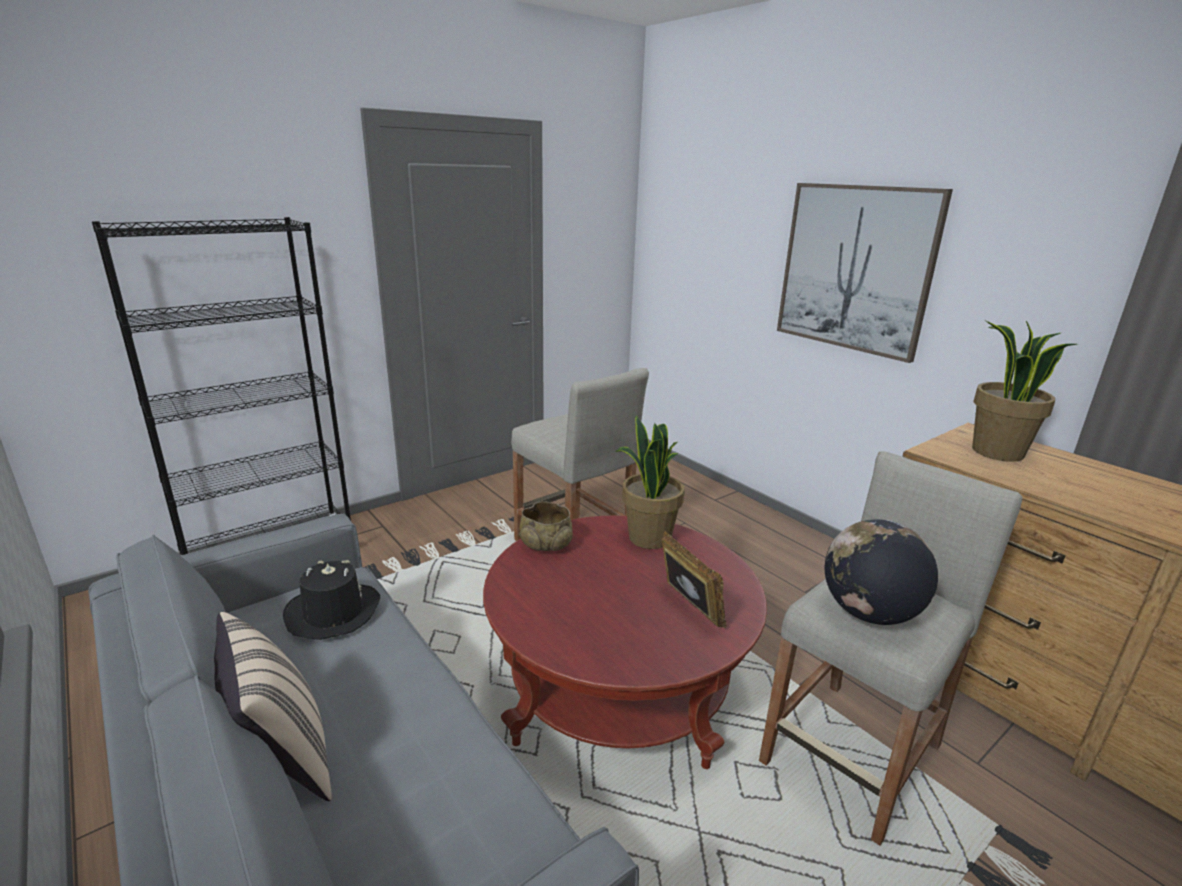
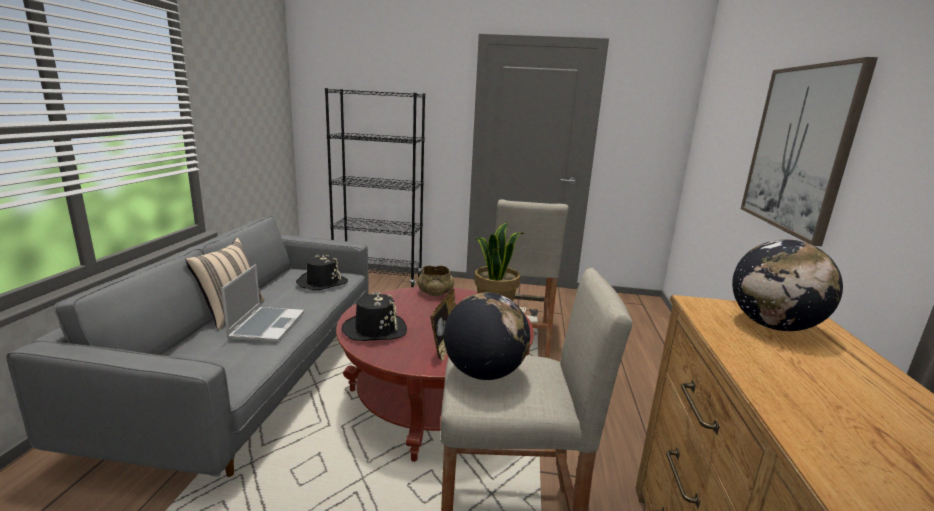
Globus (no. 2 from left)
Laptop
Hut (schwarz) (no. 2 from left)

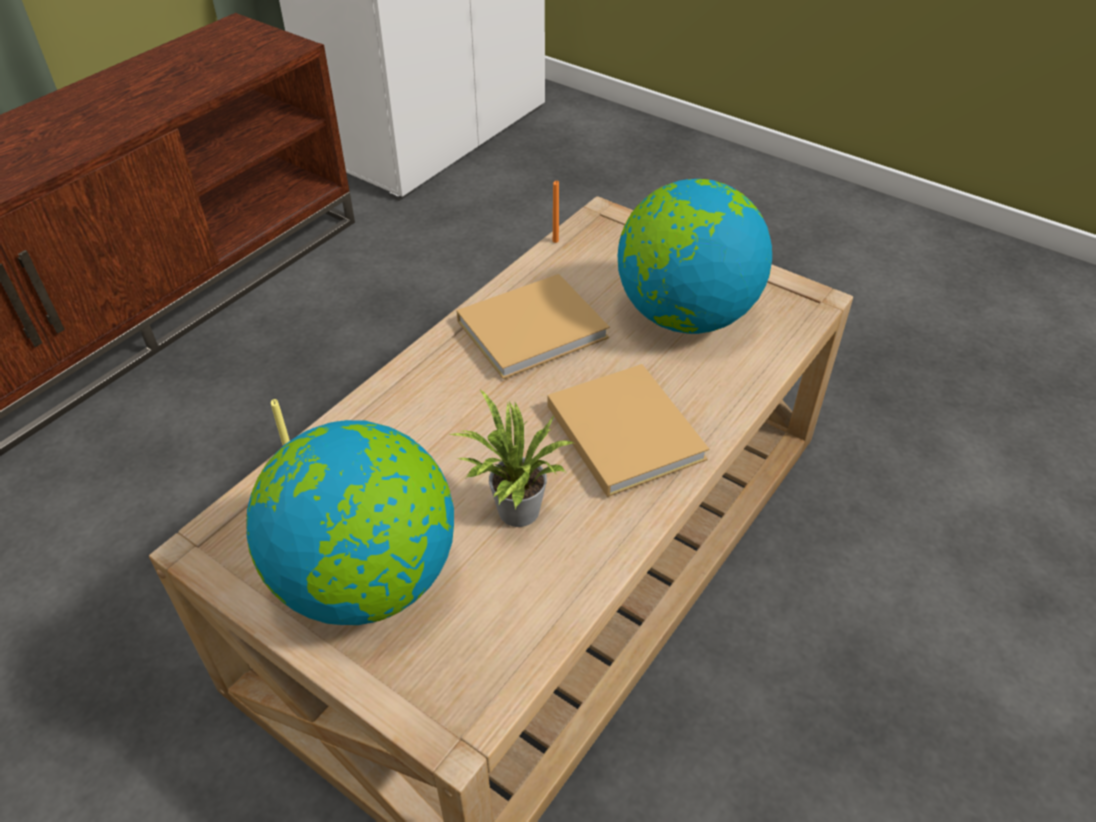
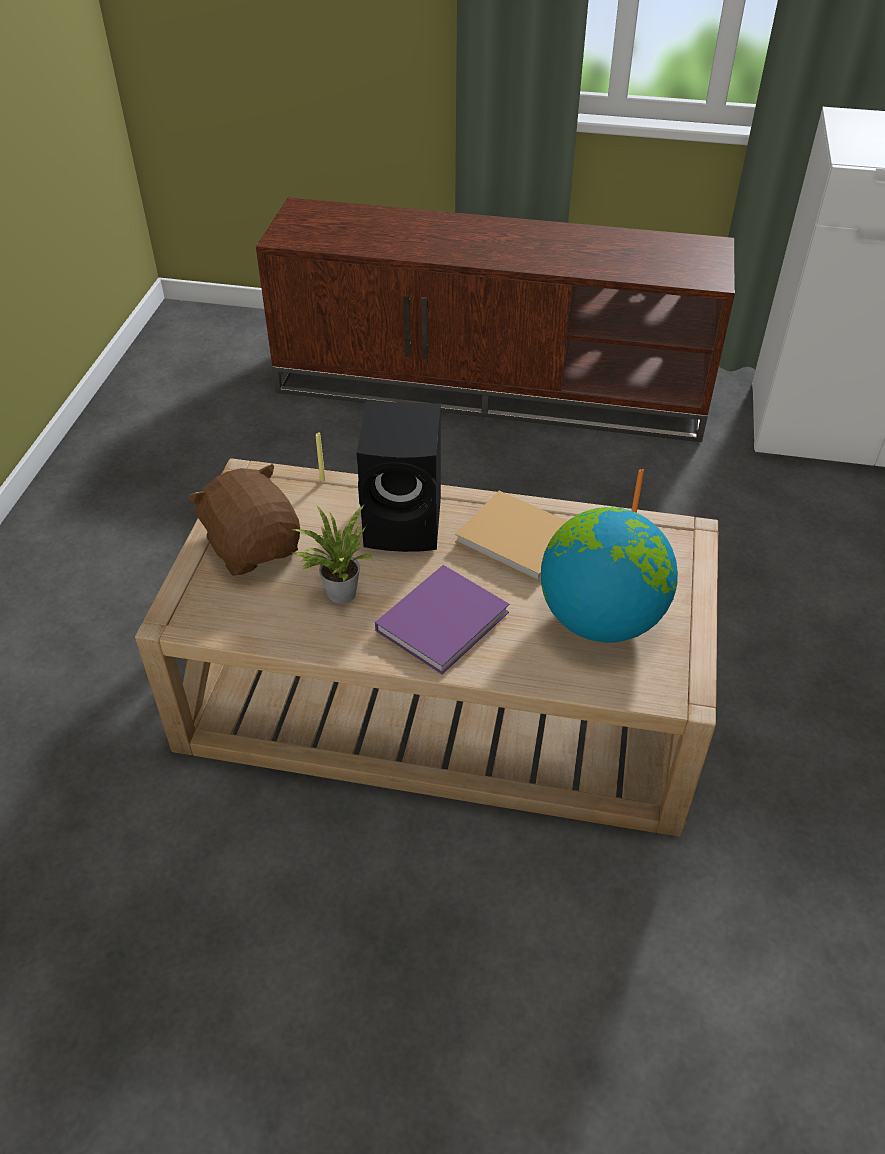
Buch (lila)
Plüschtier (braun)
Lautsprecher (schwarz)

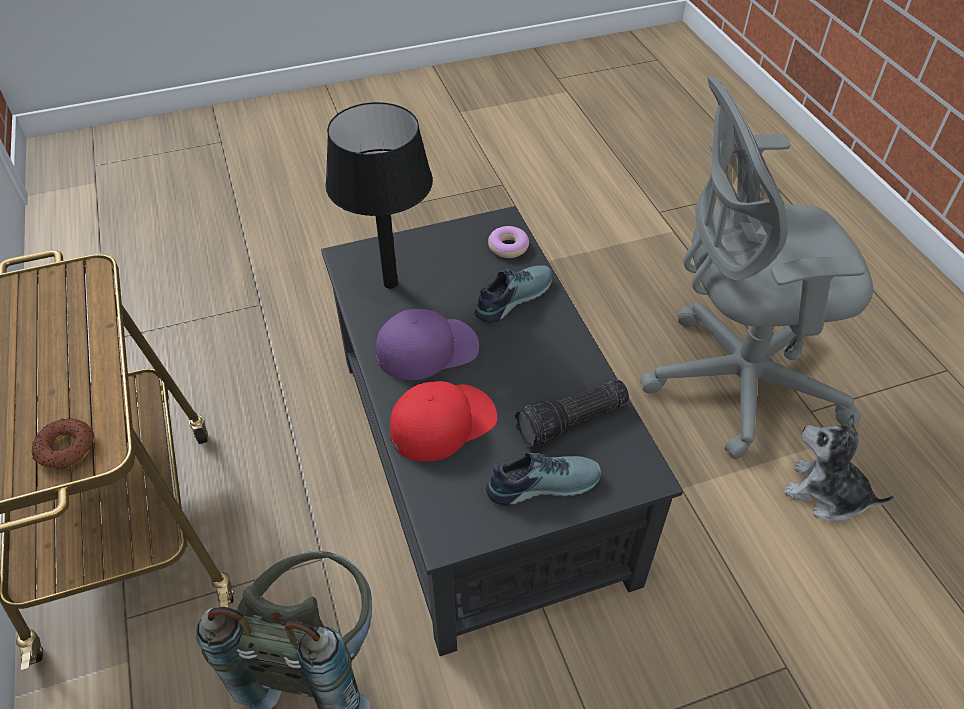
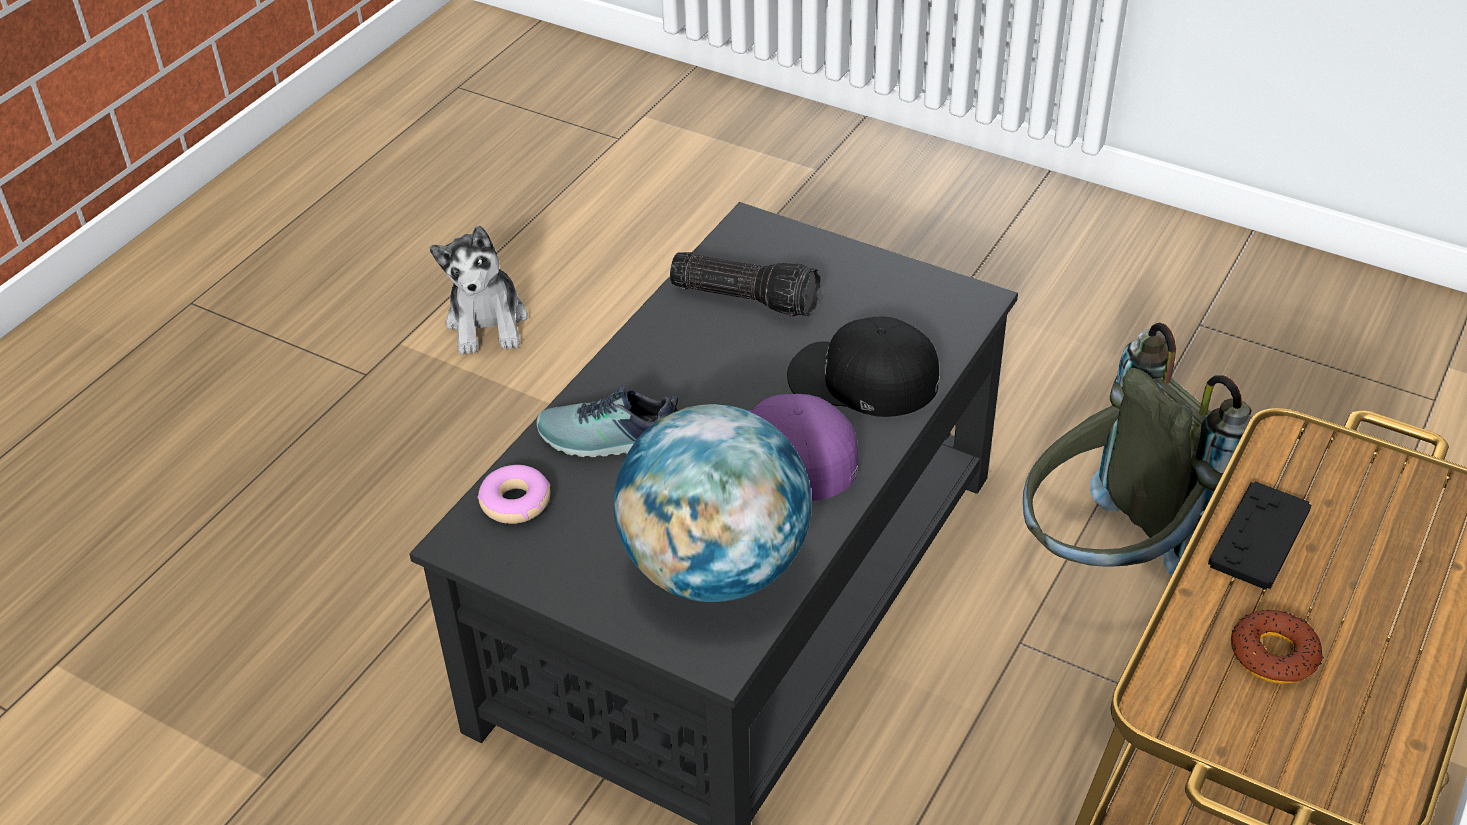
Bürostuhl (grau)
Globus
Kappe (schwarz)
Donut (no. 2 from left)
Schuh (no. 2 from left in the first image)
Gamepad (schwarz)

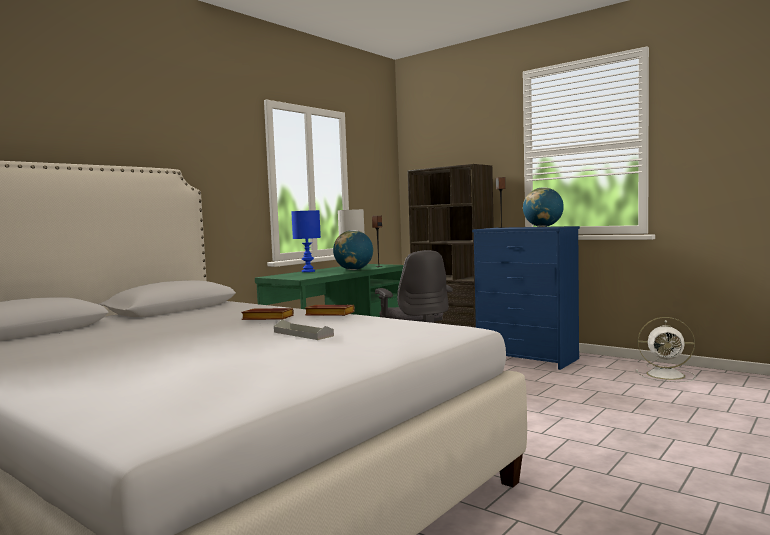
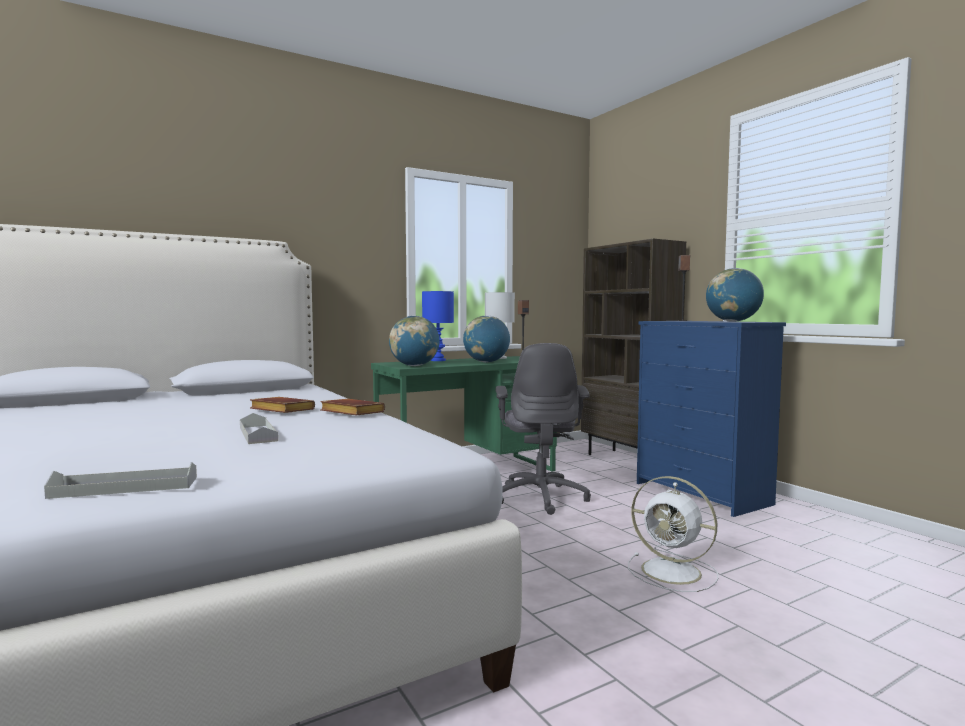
Ventilator (weiß)
Globus (no. 1 from left)
Tablett (grau) (no. 1 from left)

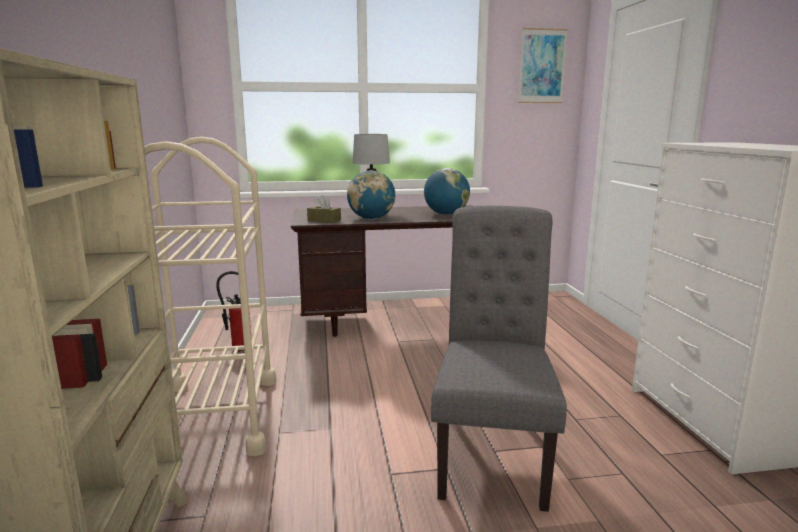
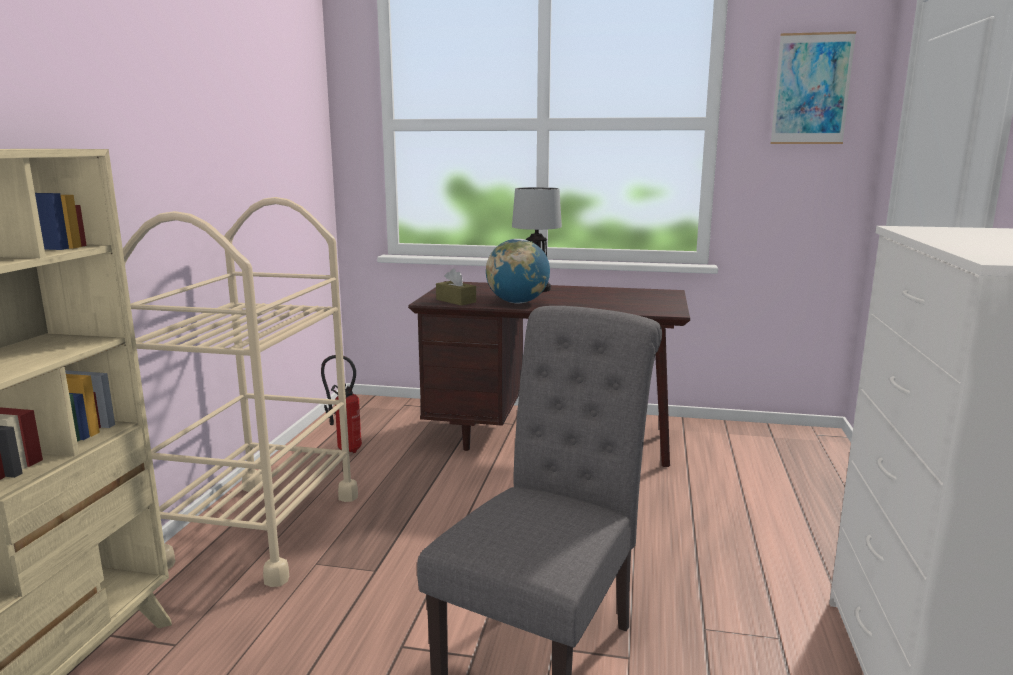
Globus (no. 2 from left in the first image)

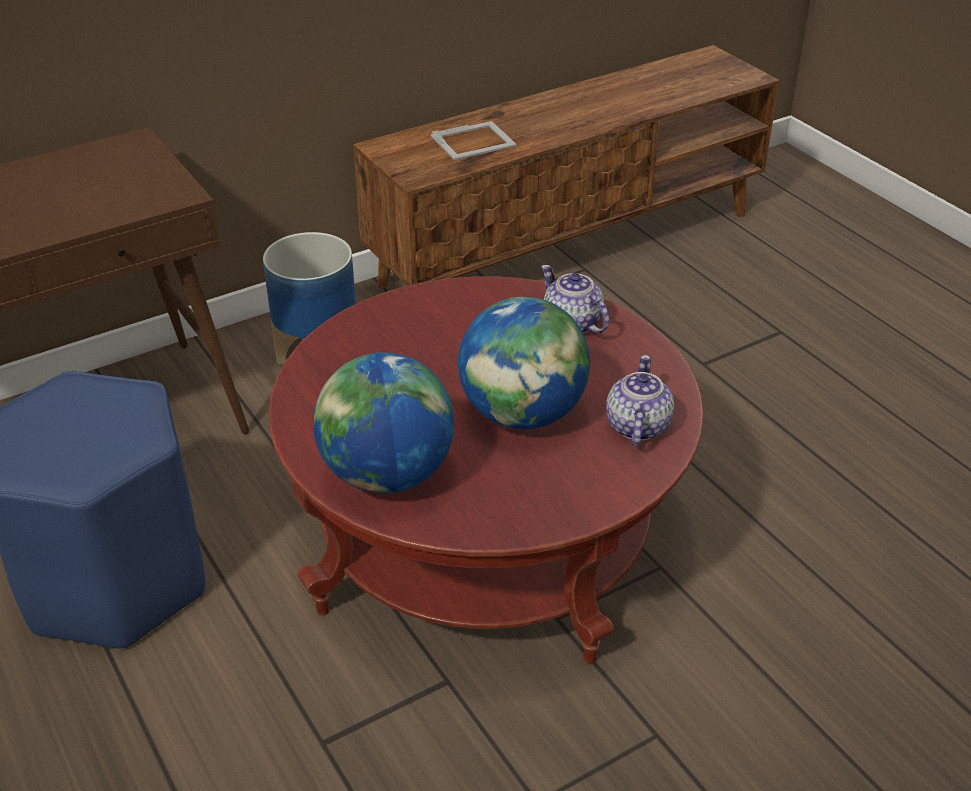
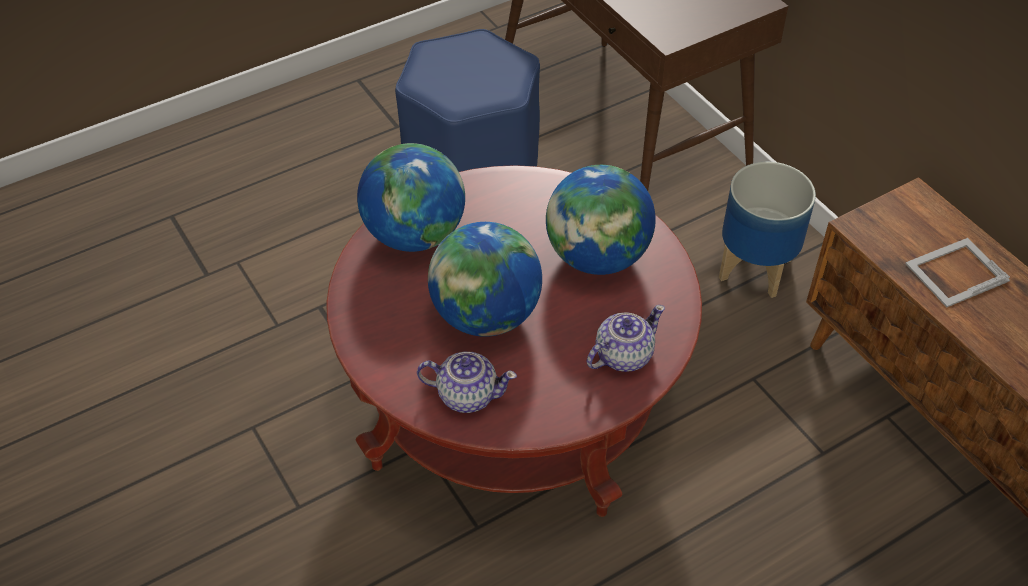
Bilderrahmen
Globus (no. 3 from left)

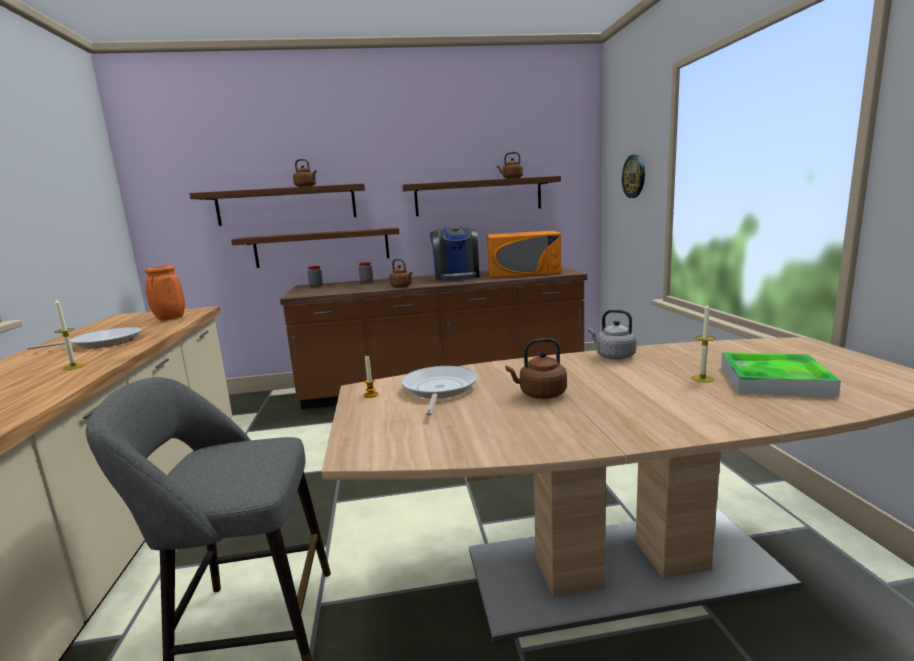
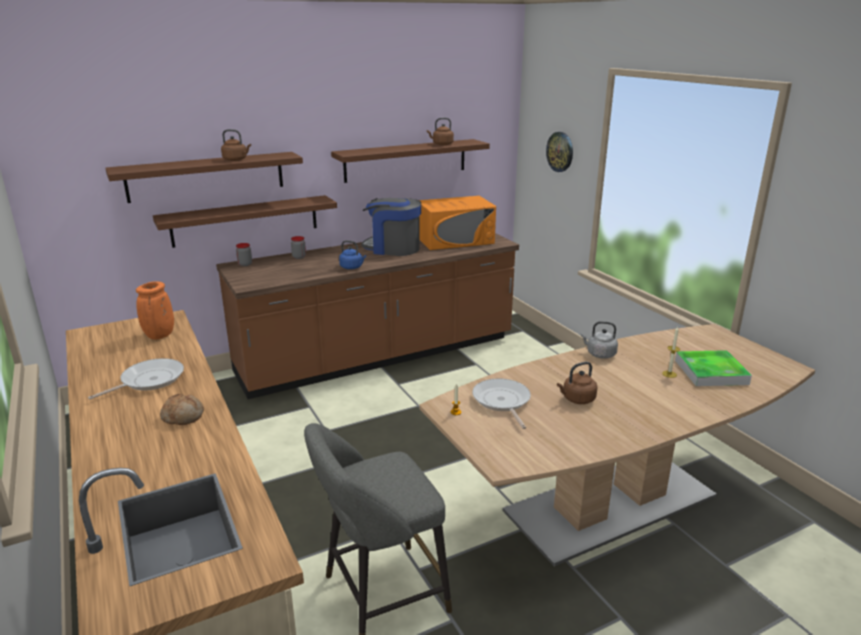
Kaffeemaschine
Wasserkessel (blau)
Brot

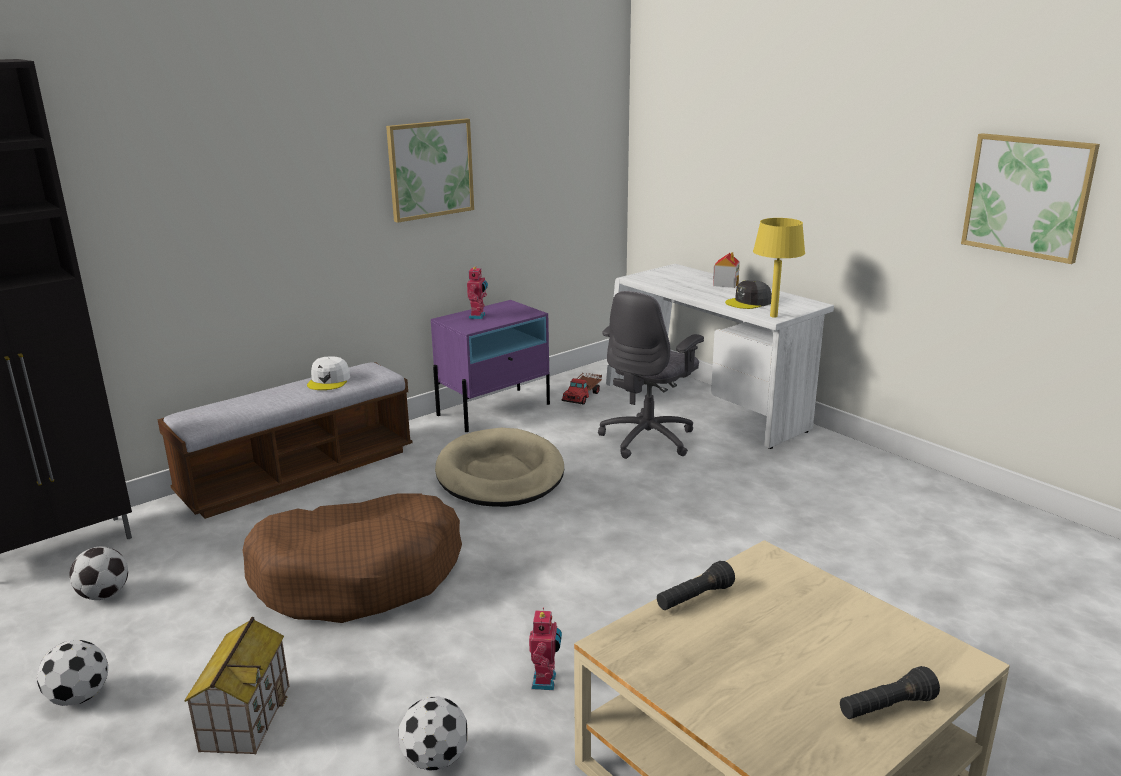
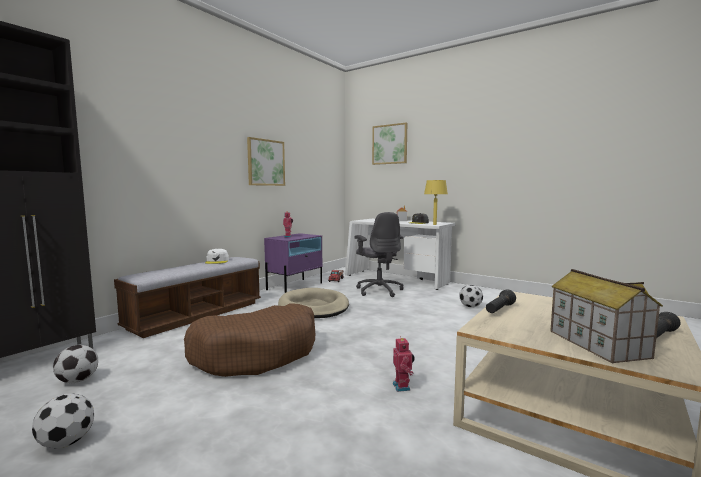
Bild (no. 2 from left)
Bürostuhl (grau)
Spielzeughaus (no. 2 from left)
Fußball (no. 3 from left)

